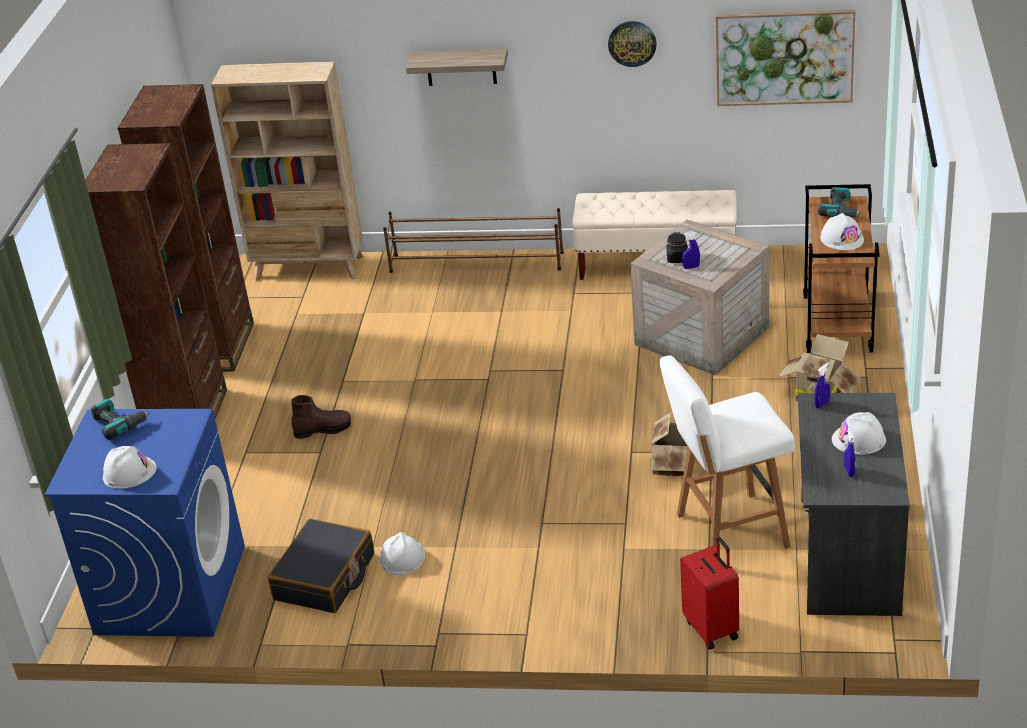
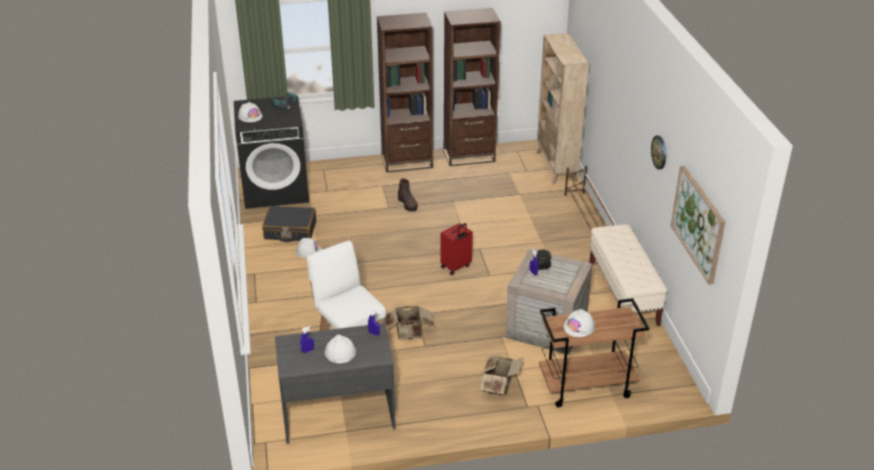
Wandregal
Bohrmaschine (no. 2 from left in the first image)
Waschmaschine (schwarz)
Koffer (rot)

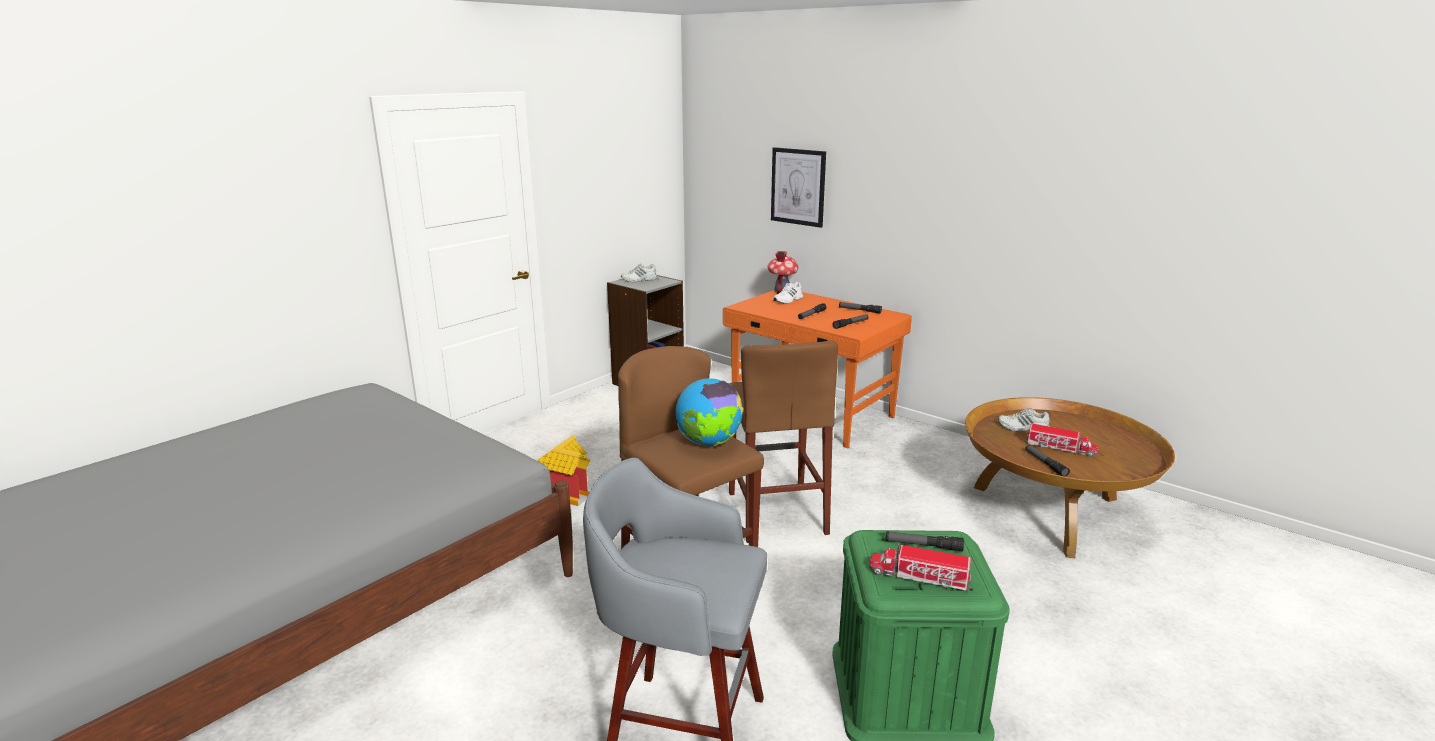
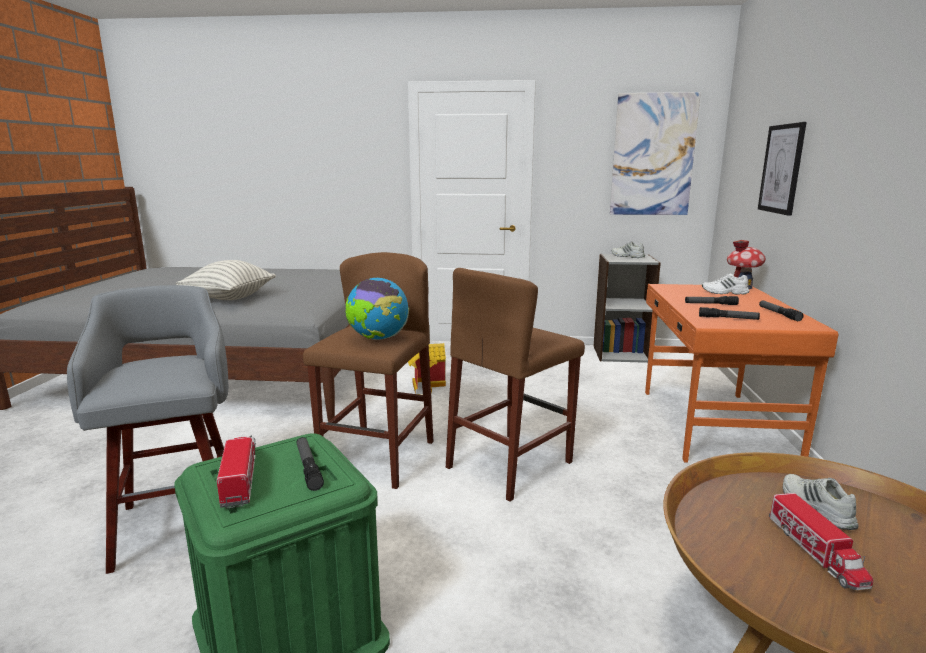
Taschenlampe (no. 5 from left in the first image)
Bild (no. 1 from left)
Kissen

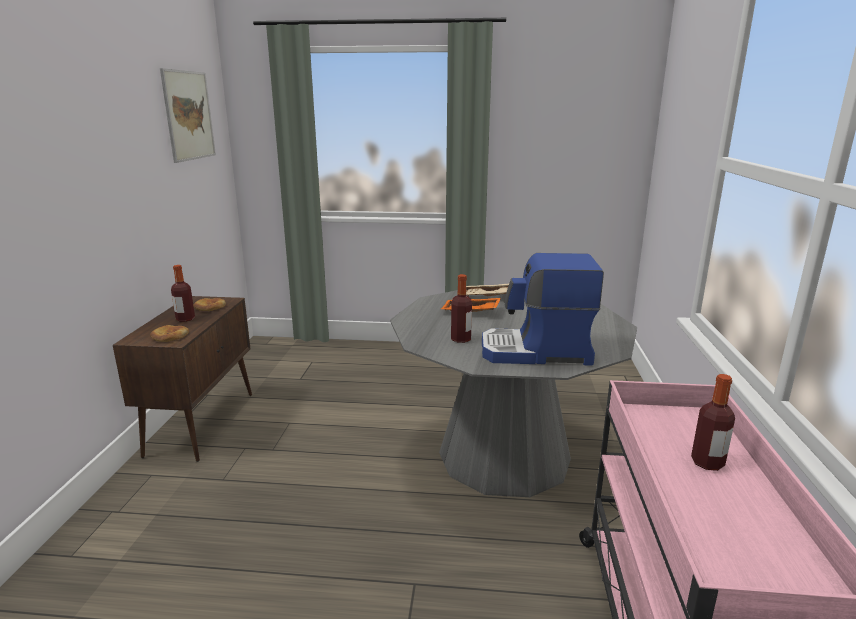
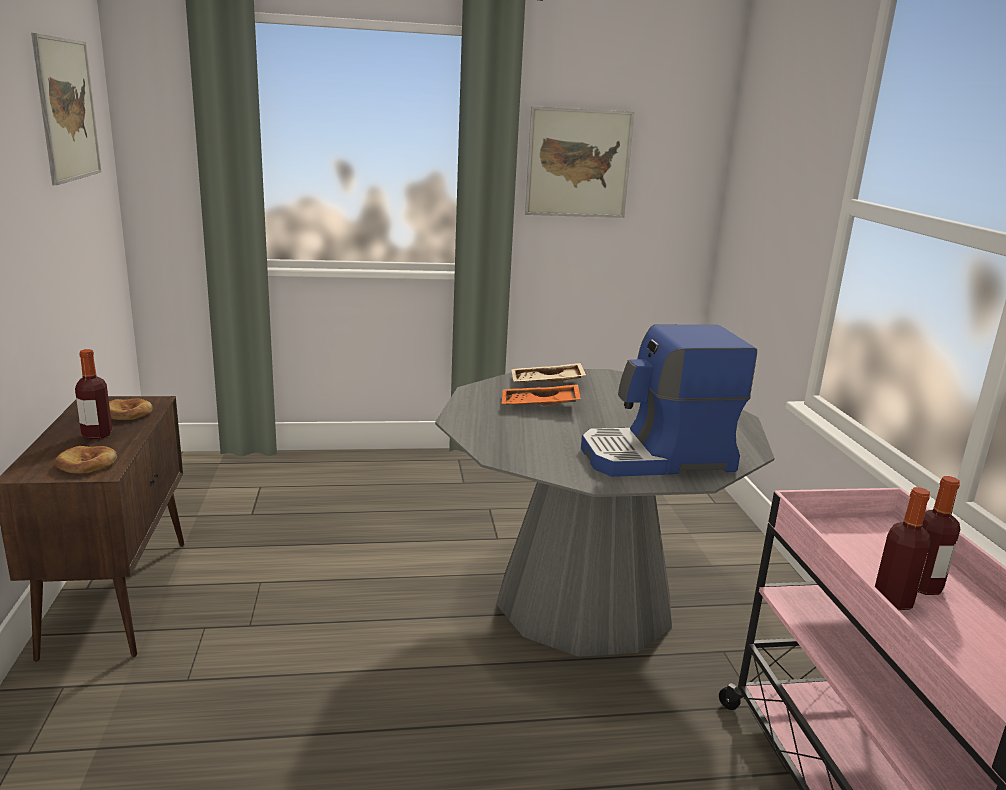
Flasche (no. 2 from left)
Bild (no. 2 from left)

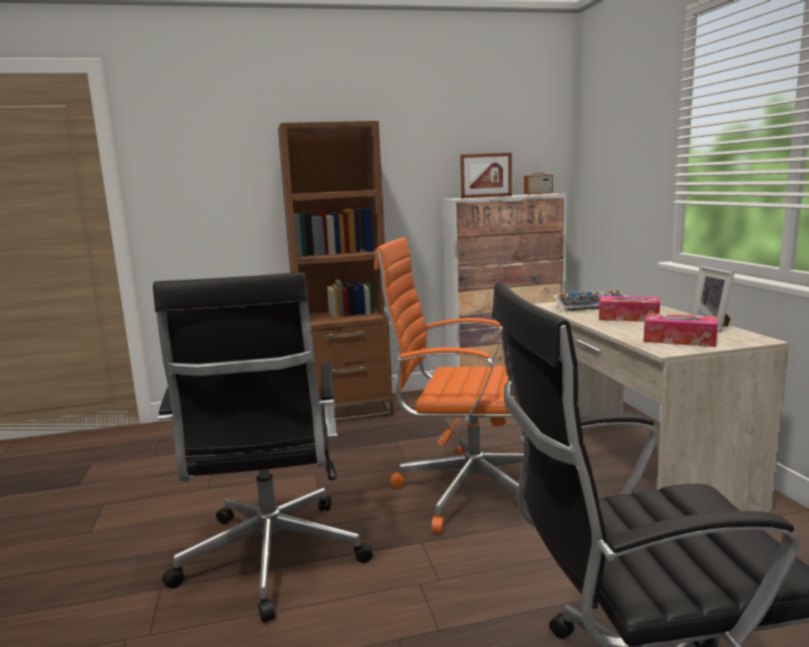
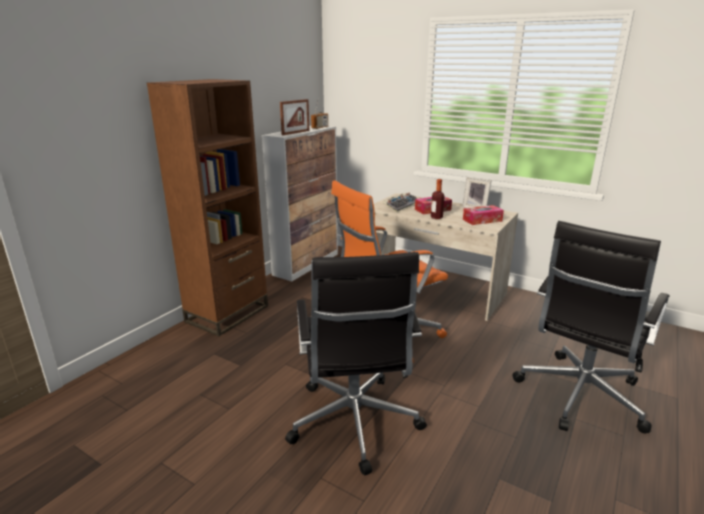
Bürostuhl (schwarz) (no. 1 from left)
Flasche

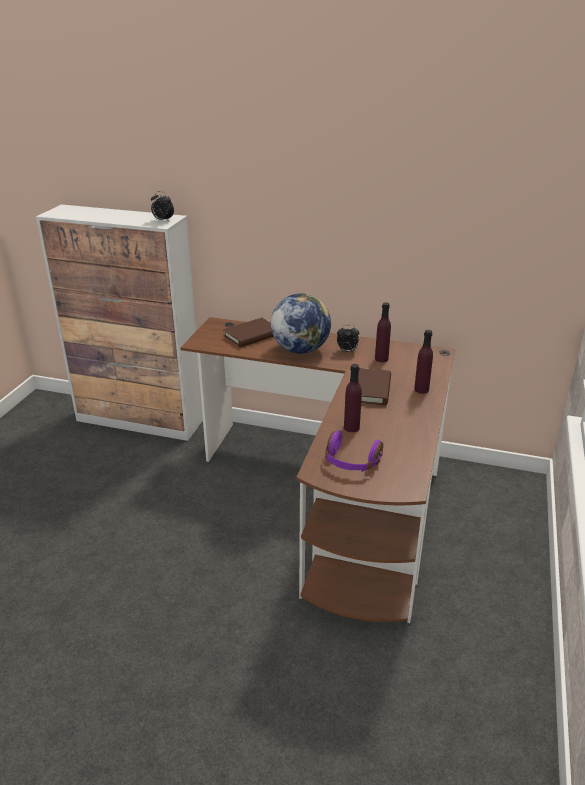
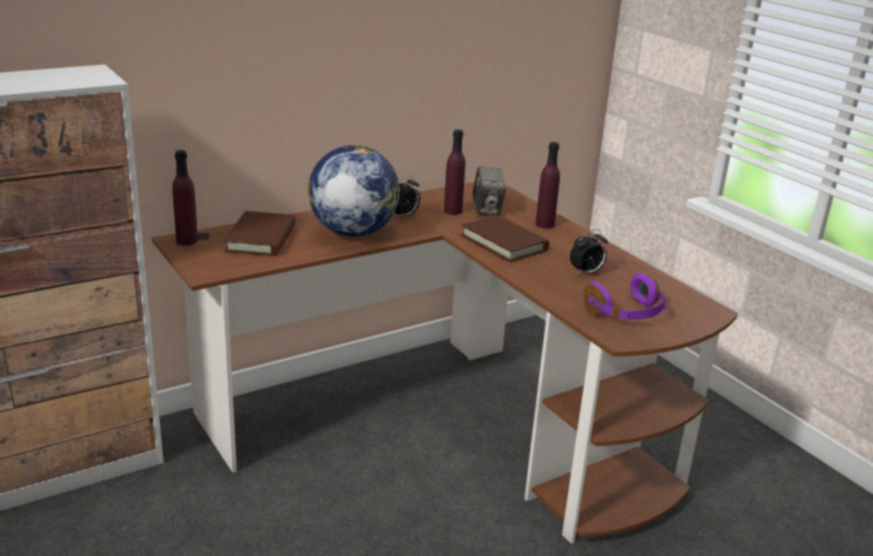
Wecker (no. 2 from left)
Flasche (lila) (no. 1 from left)
Kamera

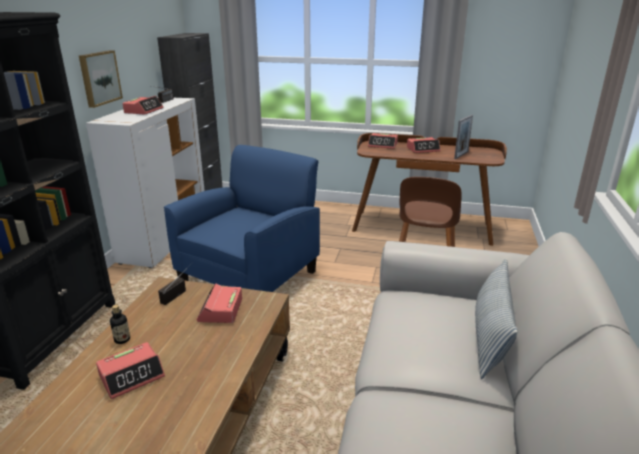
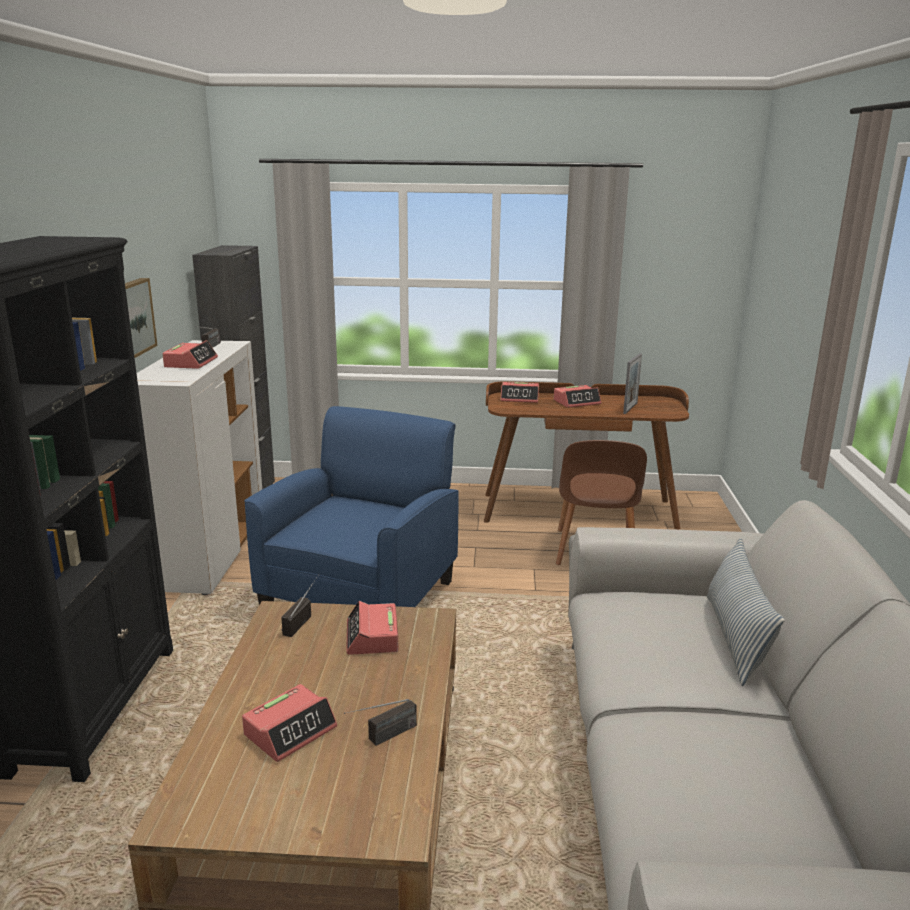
Flasche
Radio (no. 3 from left)

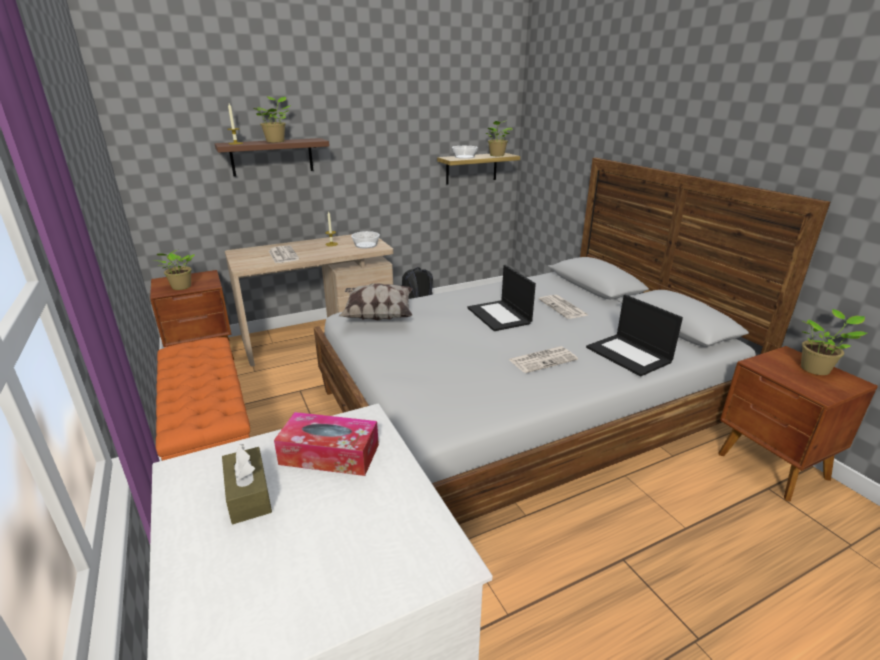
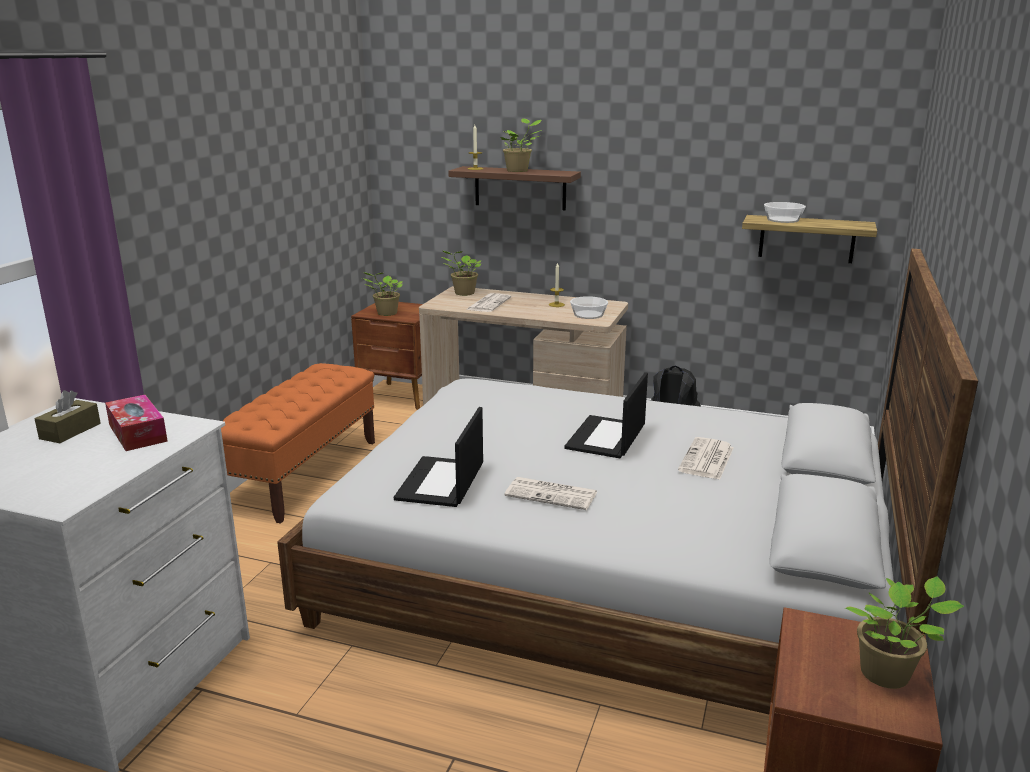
Topfpflanze (no. 2 from left)
Kissen
Laptop (no. 1 from left)

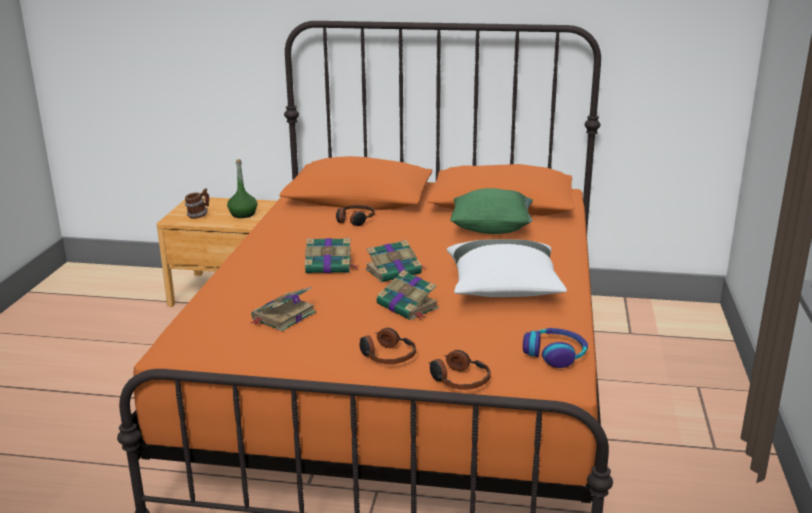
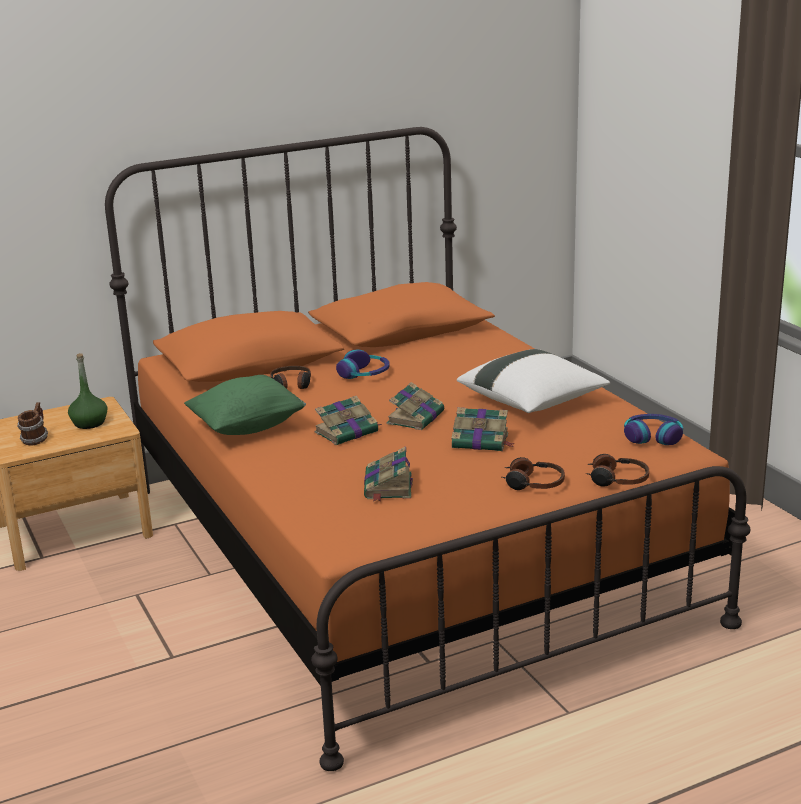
Kissen (grün)
Kopfhörer (no. 2 from left)

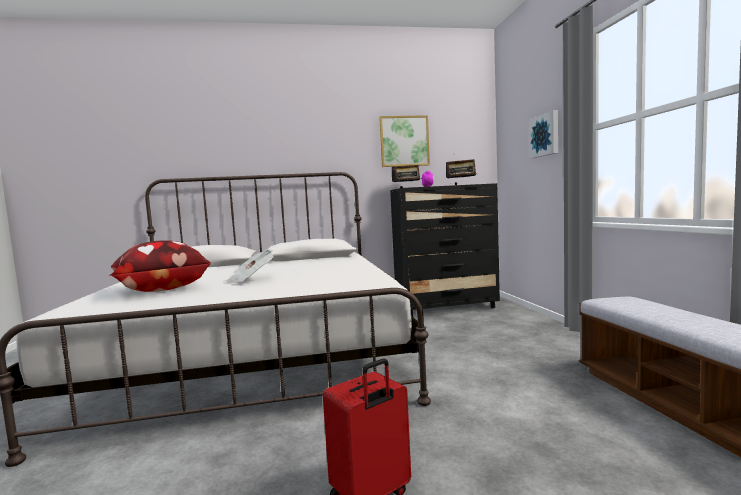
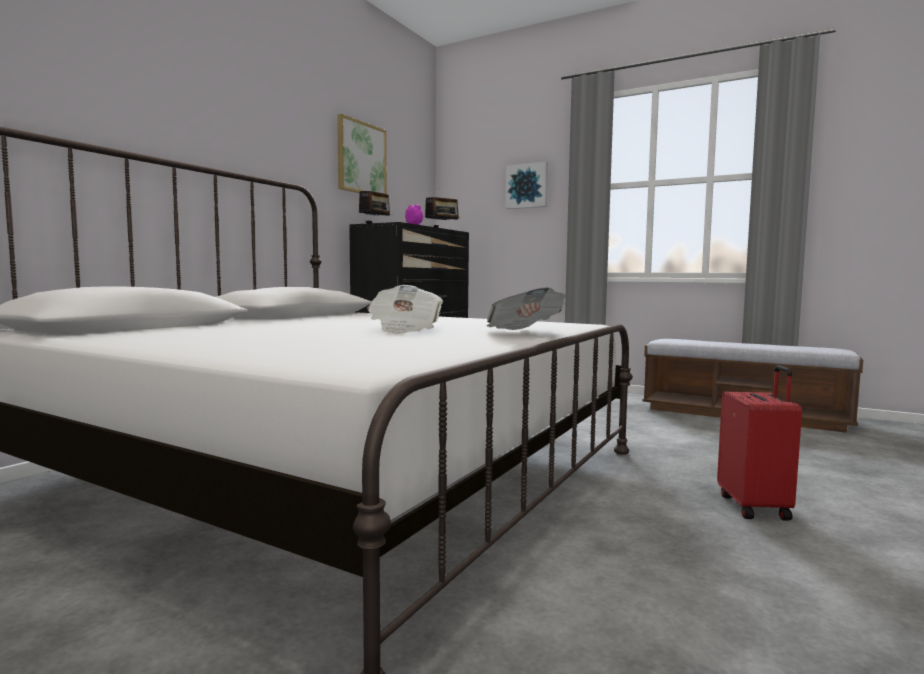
Kissen
Zeitung (no. 2 from left)

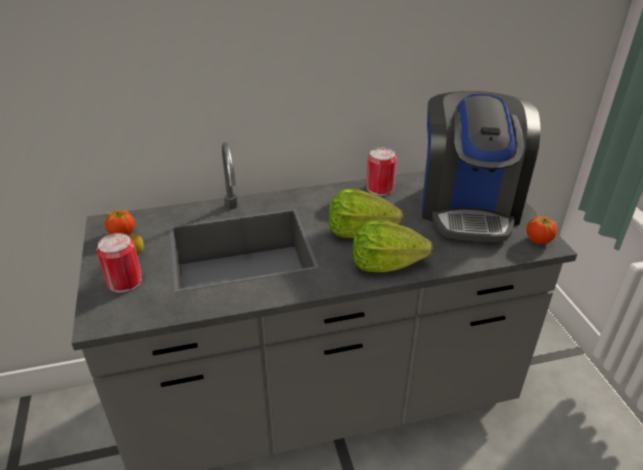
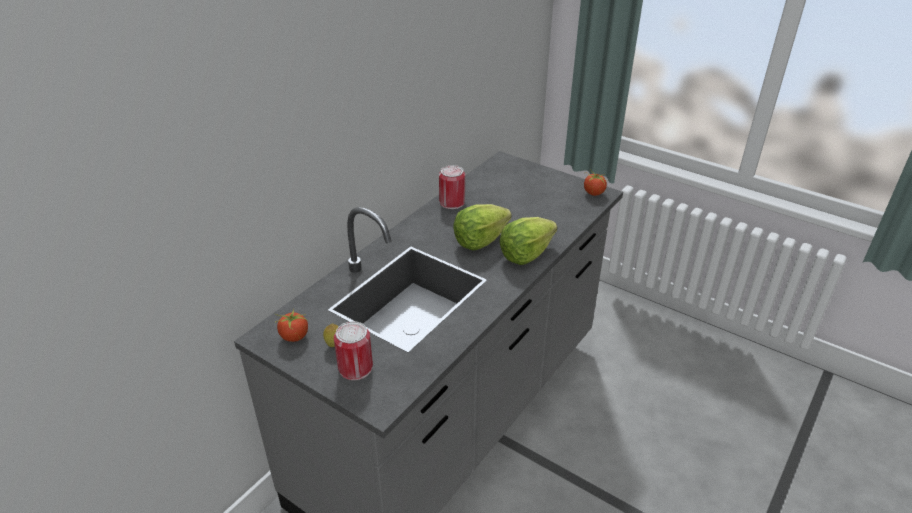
Kaffeemaschine

